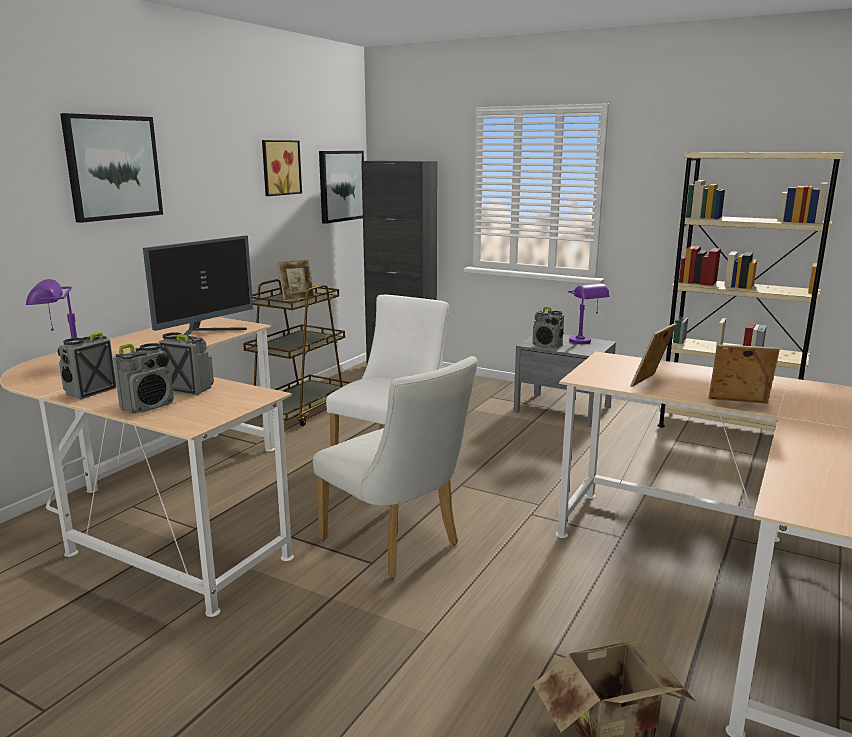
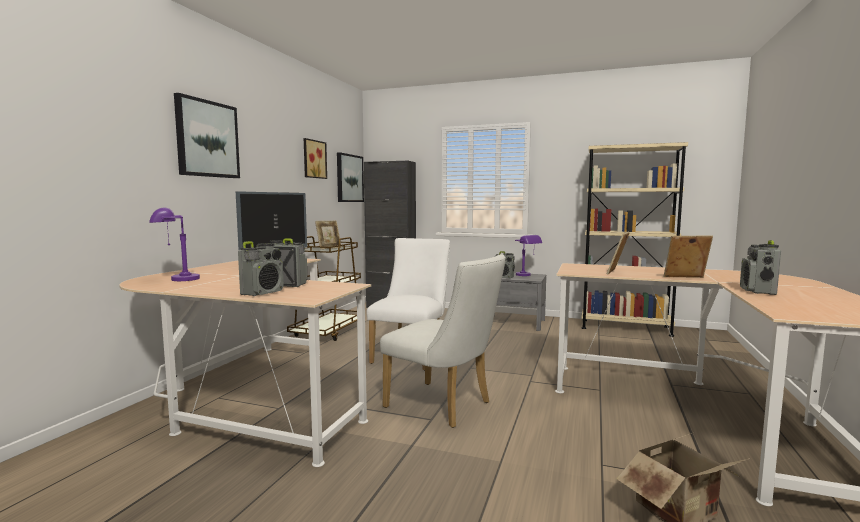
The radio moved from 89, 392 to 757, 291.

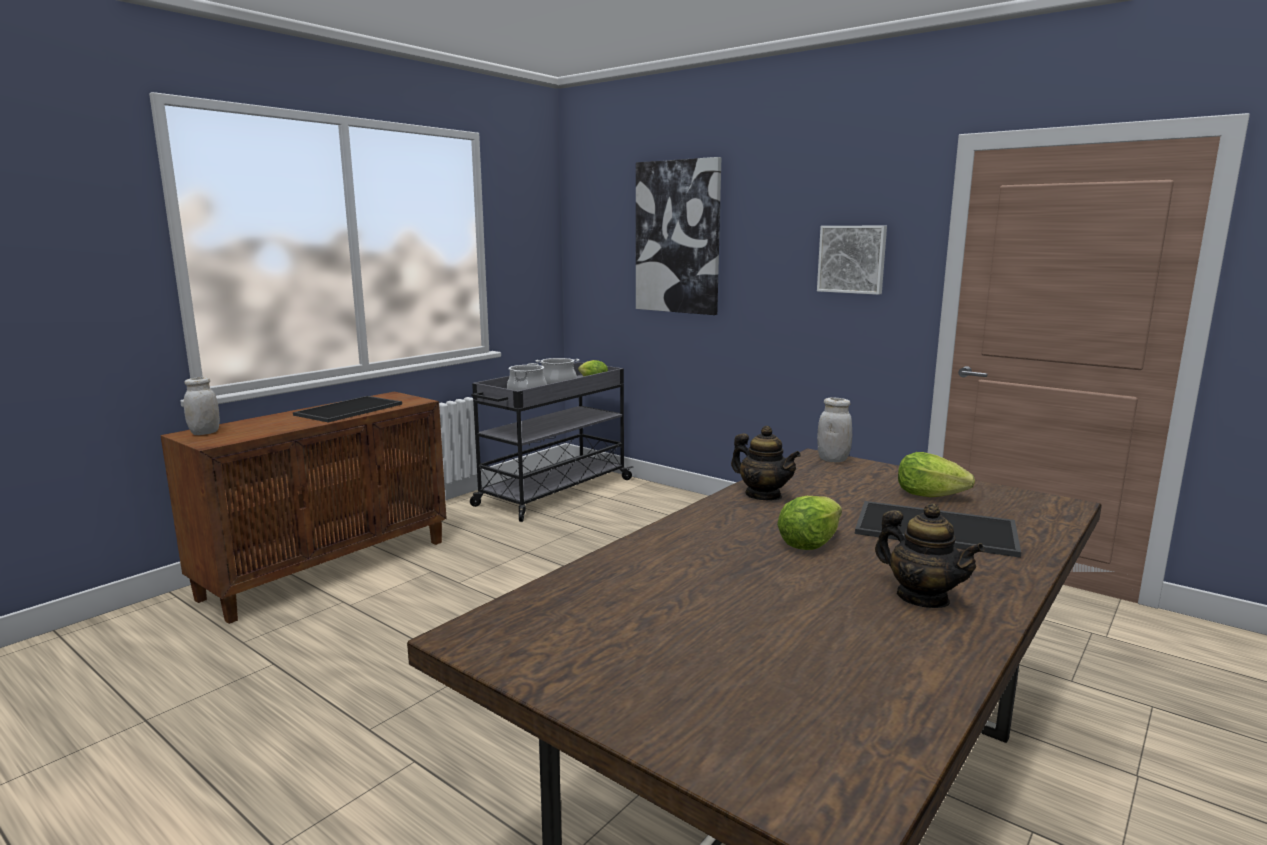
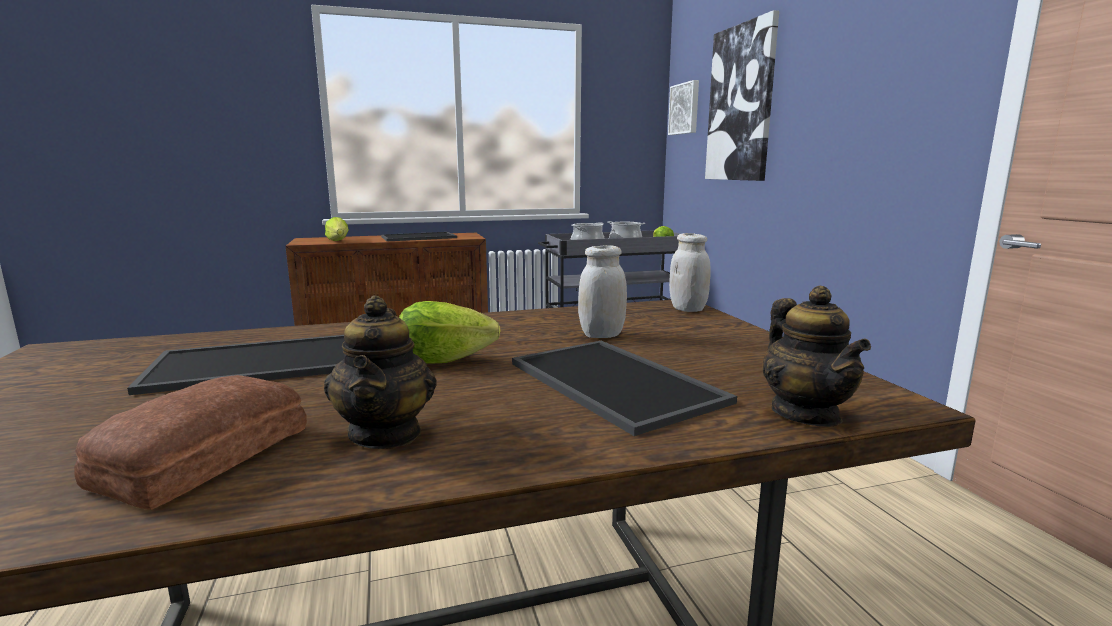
The bread at 200, 457 appeared.
The tray at 255, 364 appeared.
The lettuce moved from 928, 495 to 338, 241.
The white jar moved from 205, 433 to 601, 335.
The picture moved from 852, 259 to 685, 109.
The teapot moved from 763, 495 to 806, 414.

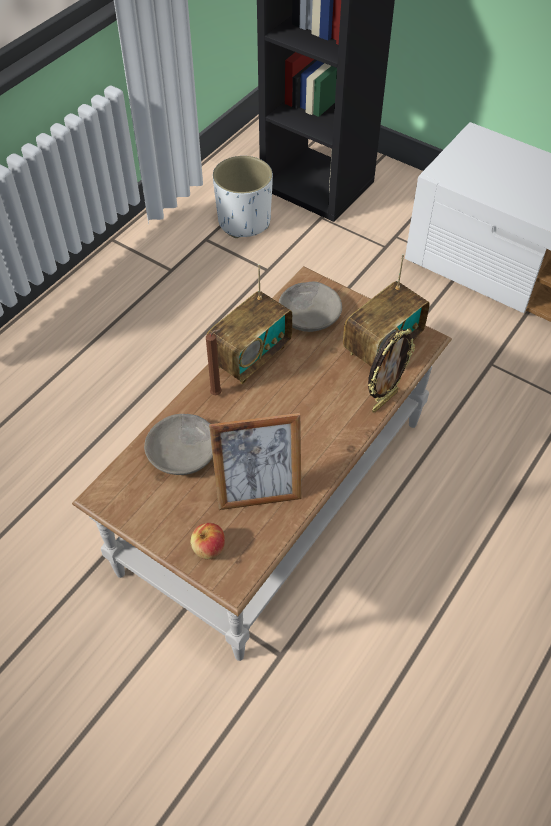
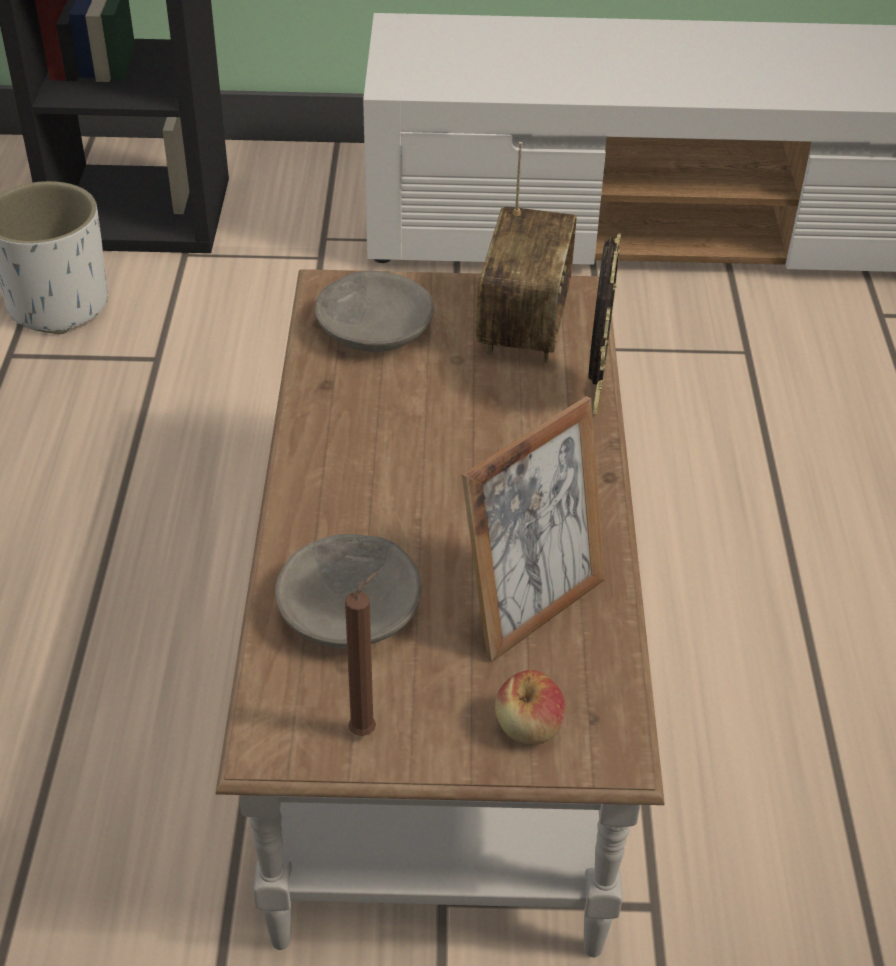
The brown candle moved from 218, 393 to 366, 730.
The radio at 250, 356 disappeared.

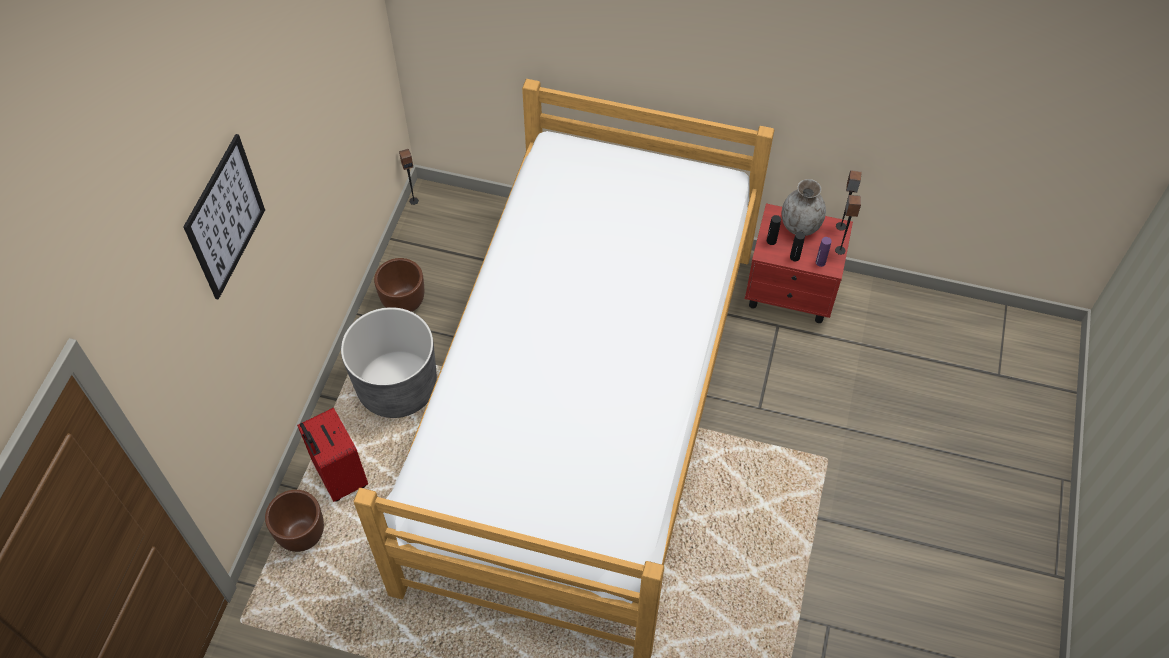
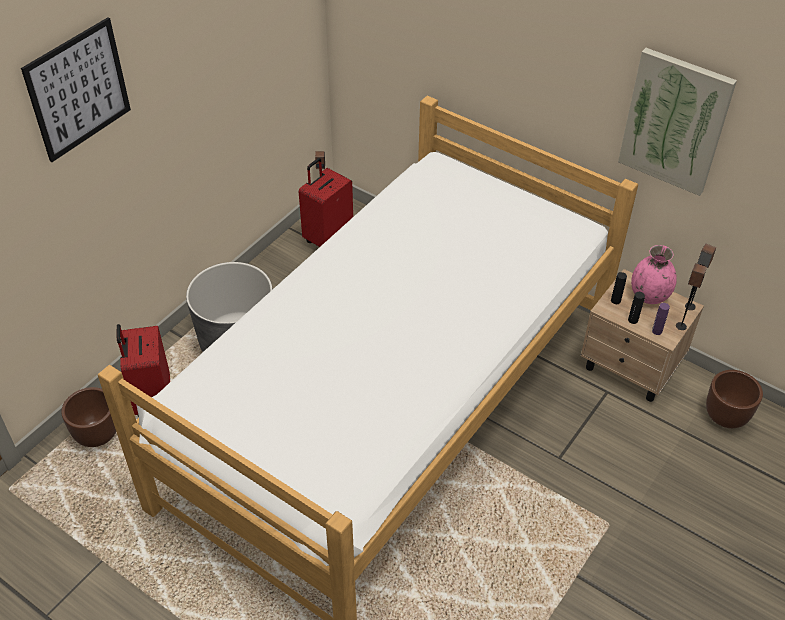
The red suitcase at 327, 238 appeared.
The red nightstand at 791, 293 became the beige nightstand at 631, 368.
The picture at 675, 121 appeared.
The grey vase at 799, 226 became the pink vase at 649, 295.
The brown planter moved from 404, 301 to 726, 416.

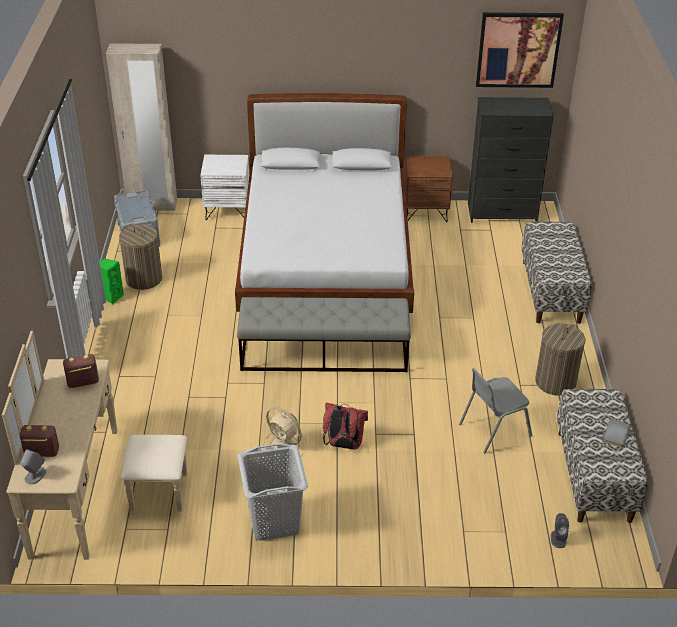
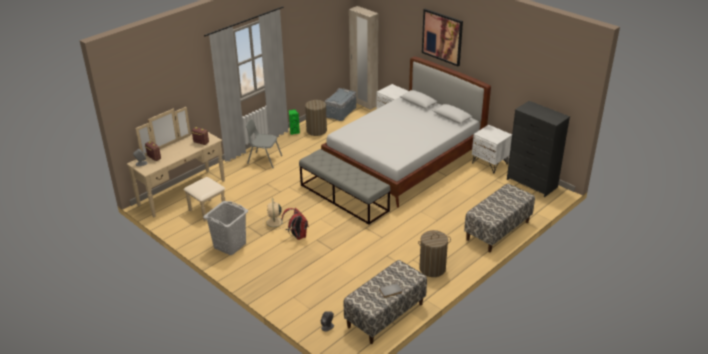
The grey chair moved from 493, 429 to 264, 159.
The picture moved from 518, 49 to 442, 37.
The brown nightstand at 425, 211 became the white nightstand at 490, 163.

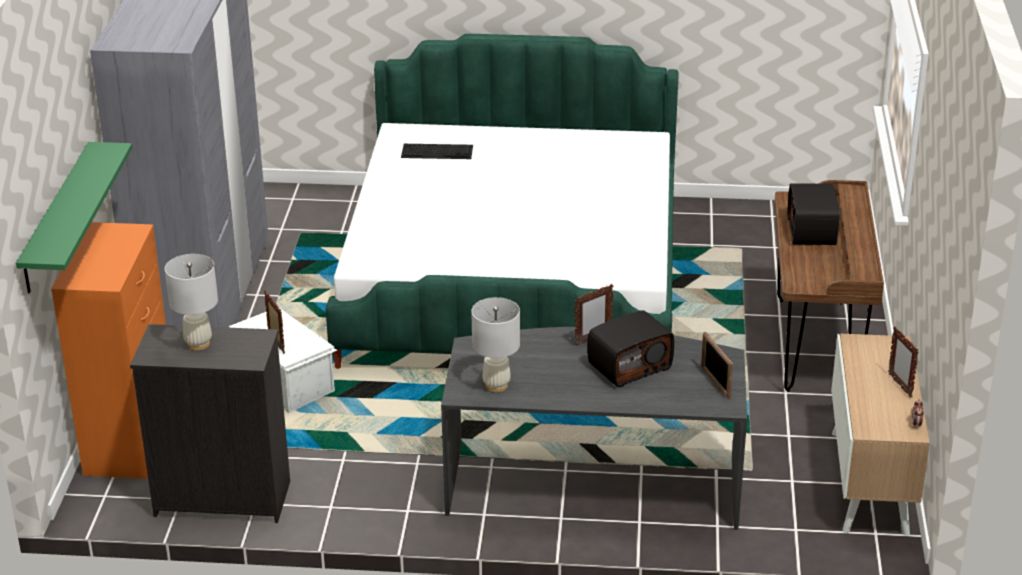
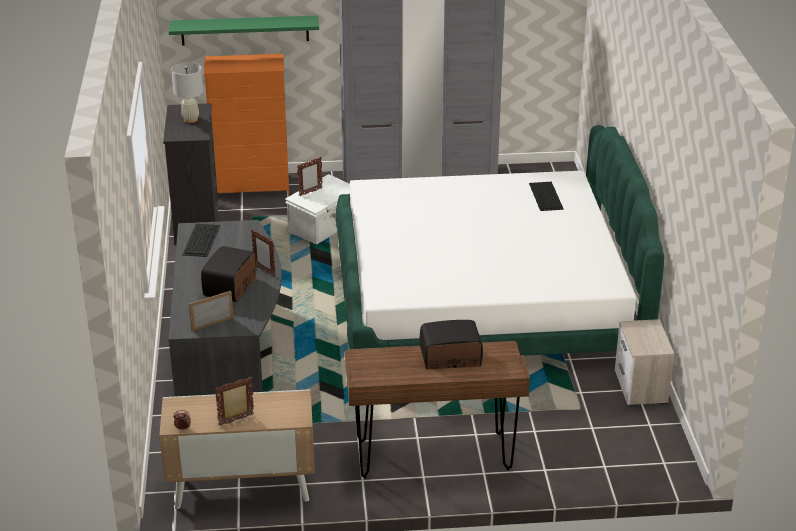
The white table lamp at 496, 385 was replaced by the keyboard at 201, 239.
The radio at 629, 365 turned 60 degrees clockwise.
The nightstand at 640, 388 appeared.

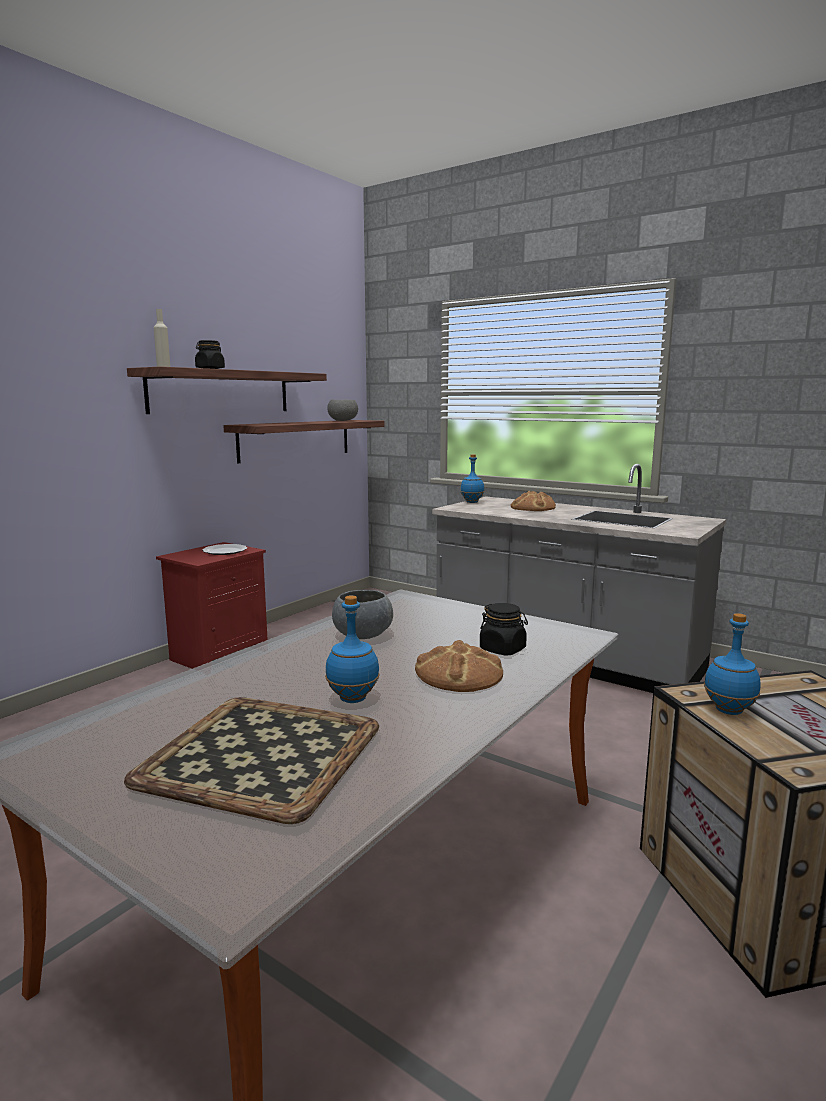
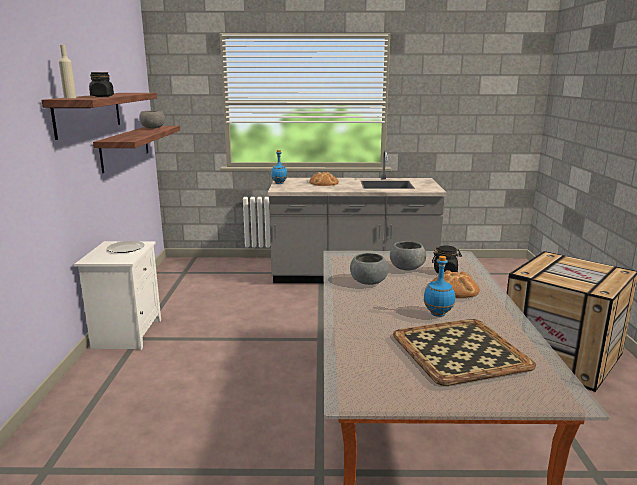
The red nightstand at 219, 655 became the white nightstand at 127, 333.
The grey bowl at 406, 268 appeared.
The blue bottle at 729, 710 disappeared.

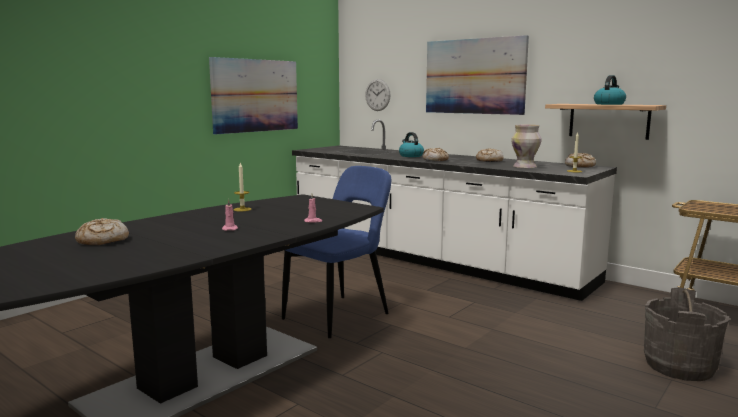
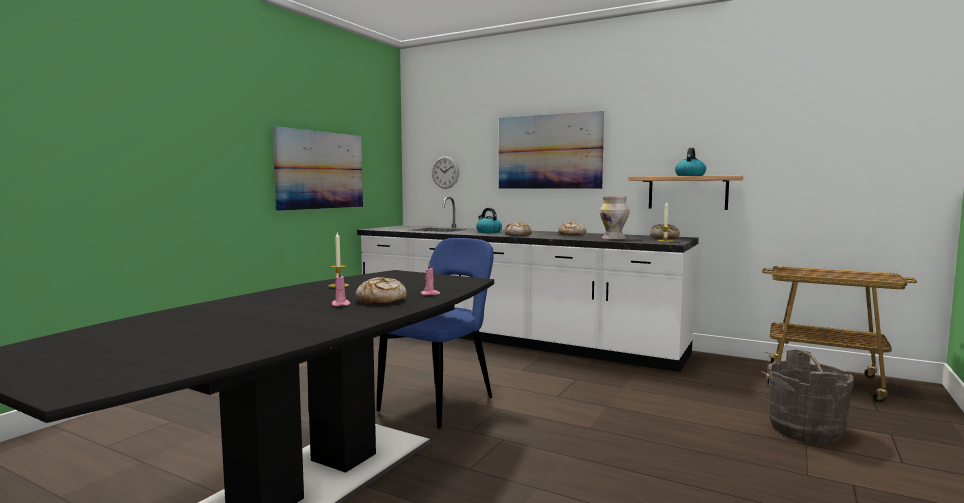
The bread moved from 102, 241 to 381, 300.

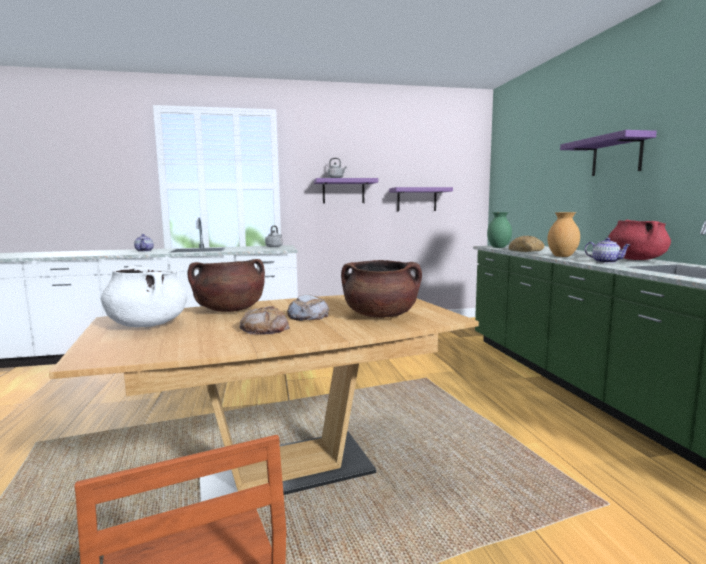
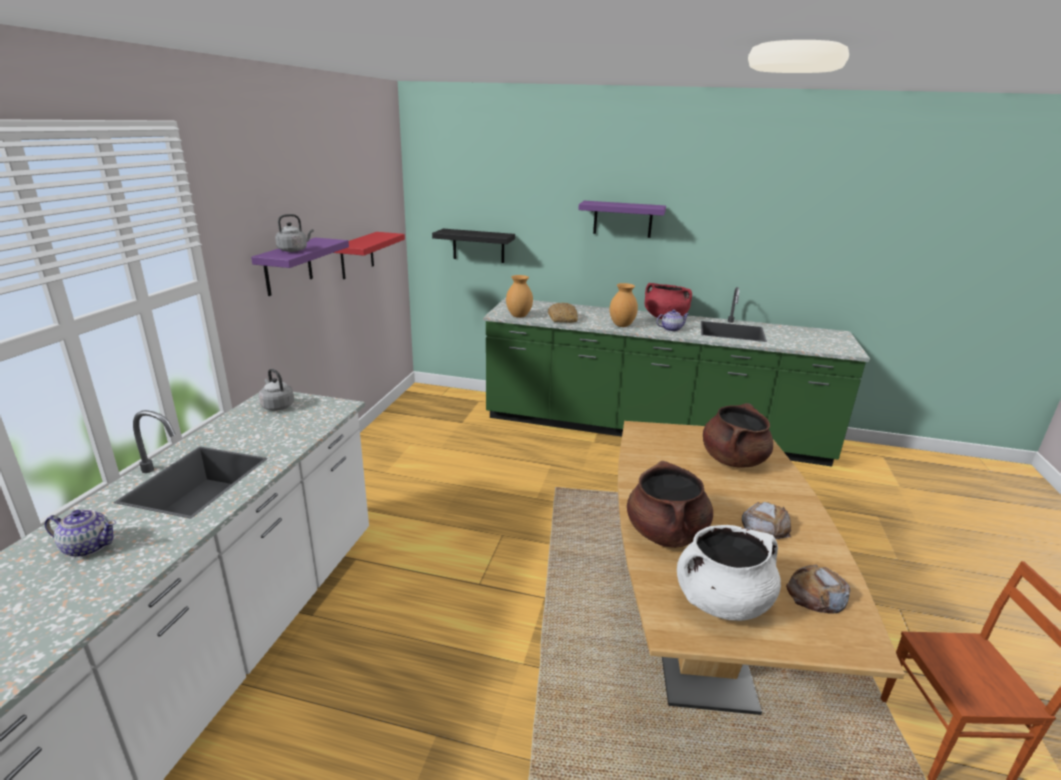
The purple shelf at 416, 199 became the red shelf at 357, 255.
The black shelf at 478, 246 appeared.
The green vase at 499, 247 became the brown vase at 519, 316.
The bread moved from 308, 315 to 816, 594.

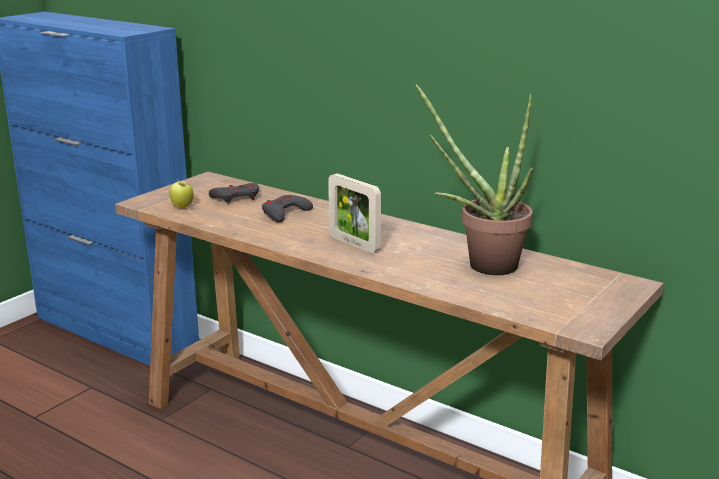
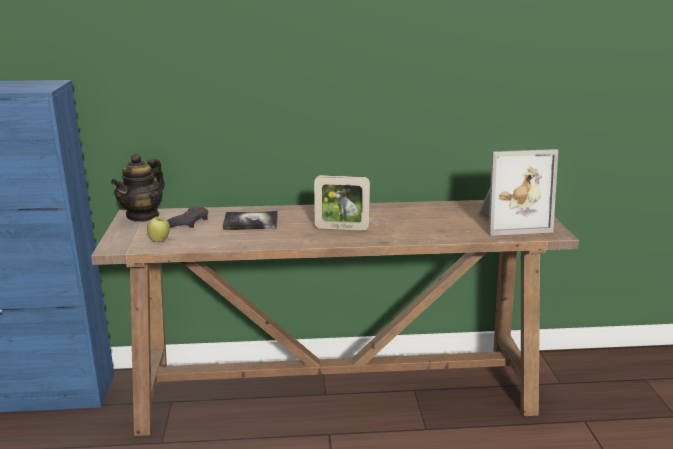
The teapot at 143, 216 appeared.
The grey game controller at 285, 213 was replaced by the book at 251, 222.
The picture frame at 510, 222 appeared.
The potted plant at 482, 264 disappeared.

